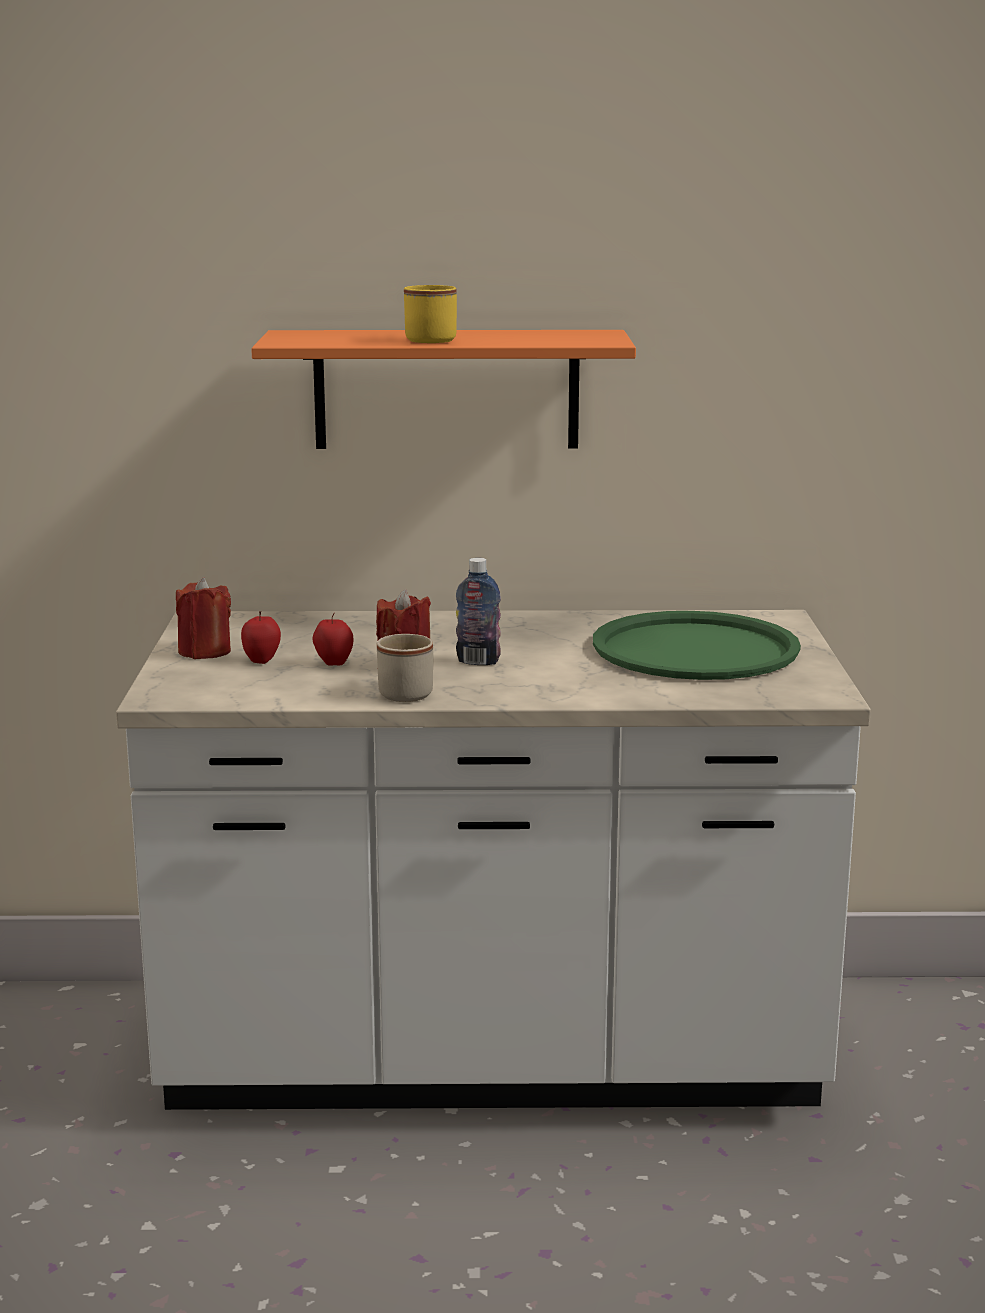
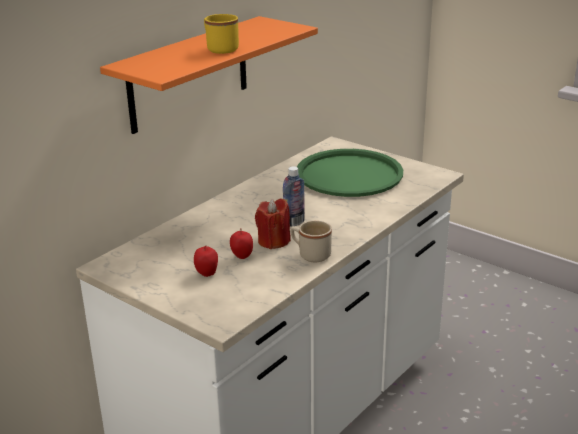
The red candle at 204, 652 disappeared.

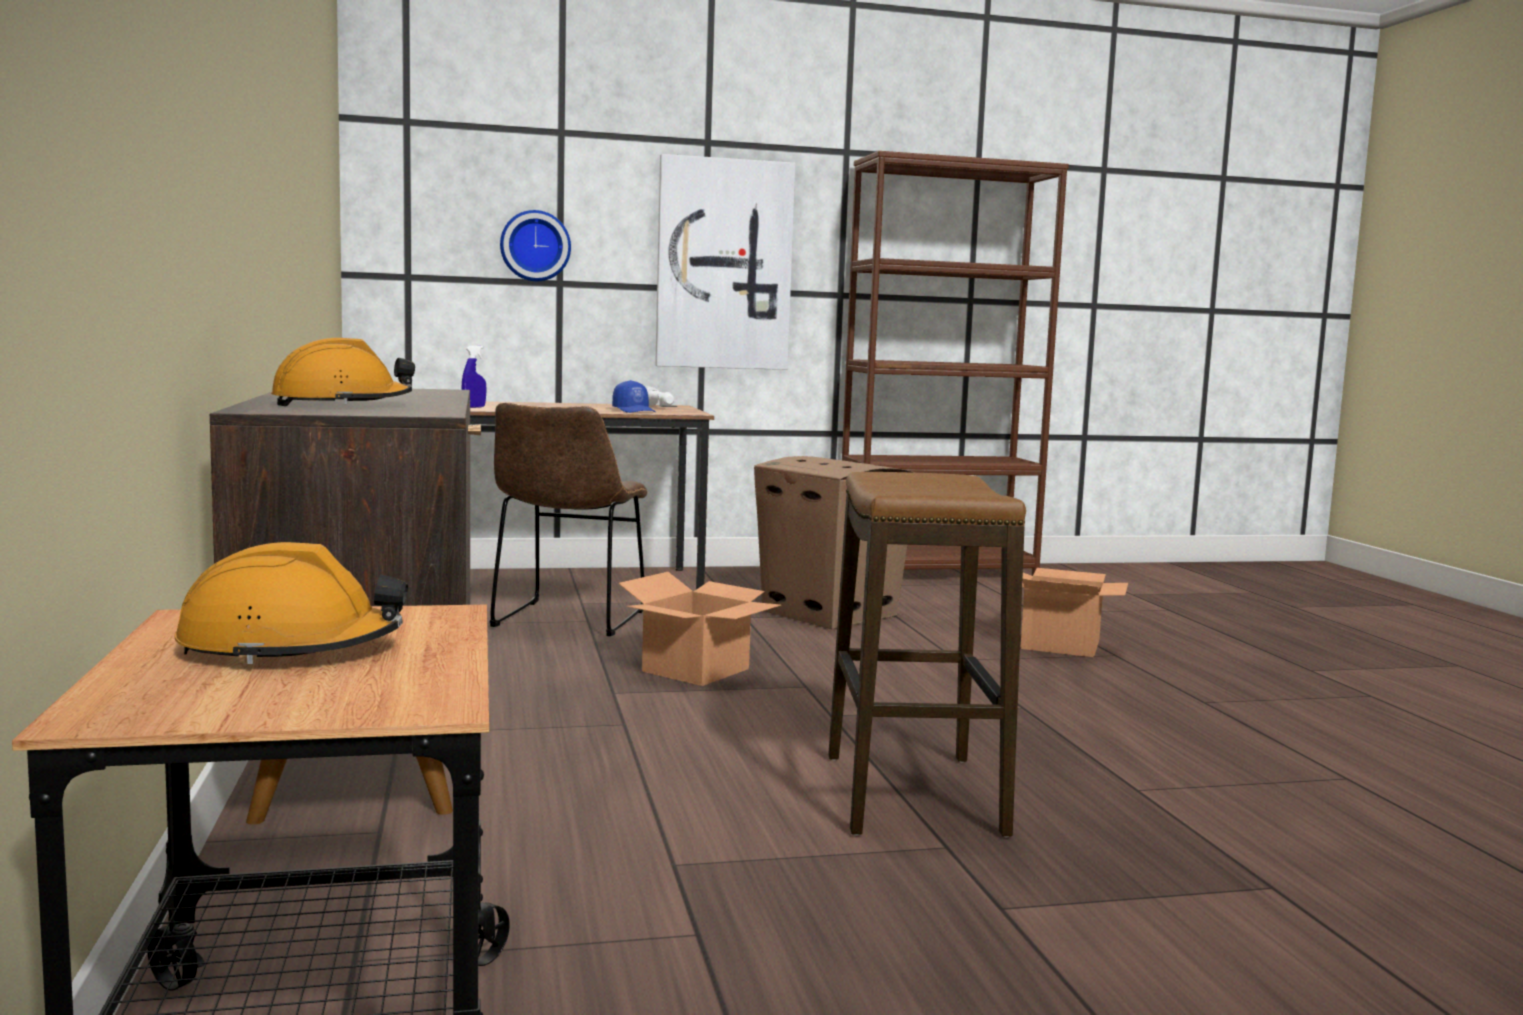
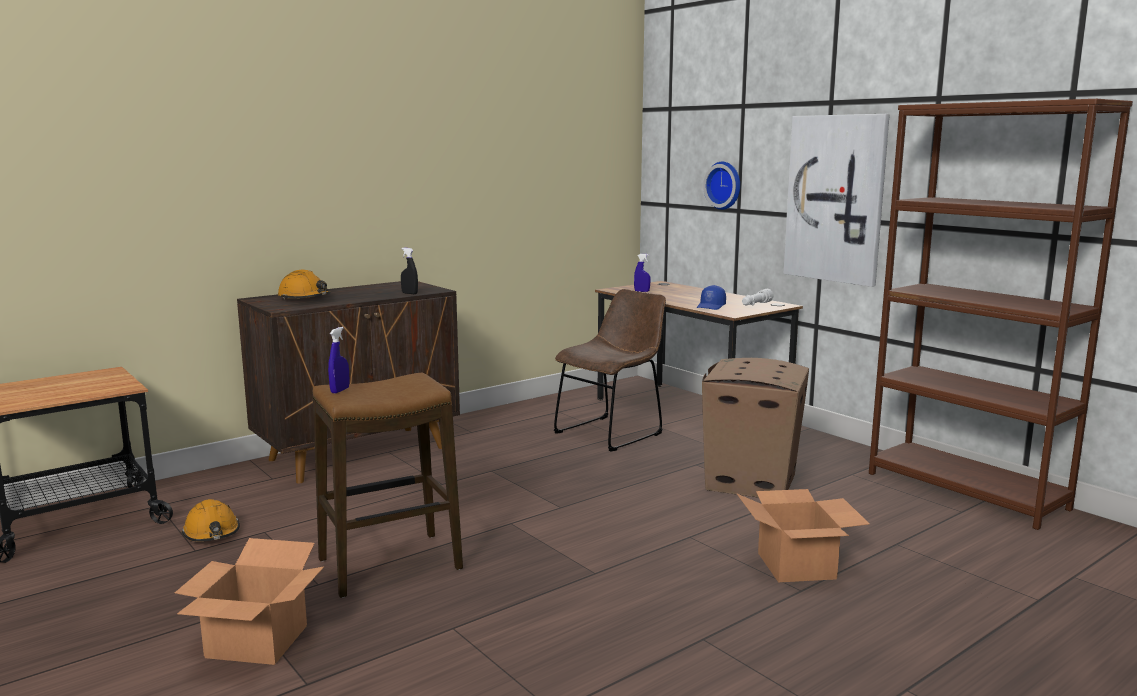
The cardboard box moved from 696, 669 to 258, 641.
The orange hard hat moved from 290, 648 to 212, 533.
The blue spray bottle at 340, 390 appeared.
The black spray bottle at 409, 293 appeared.
The brown chair at 567, 621 turned 150 degrees clockwise.

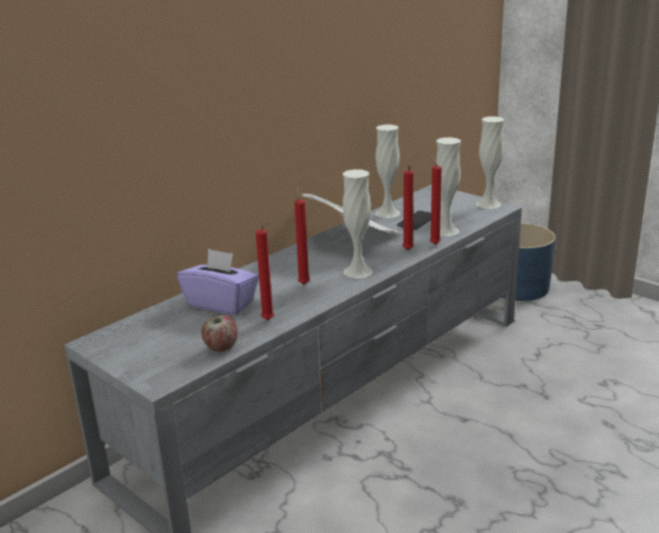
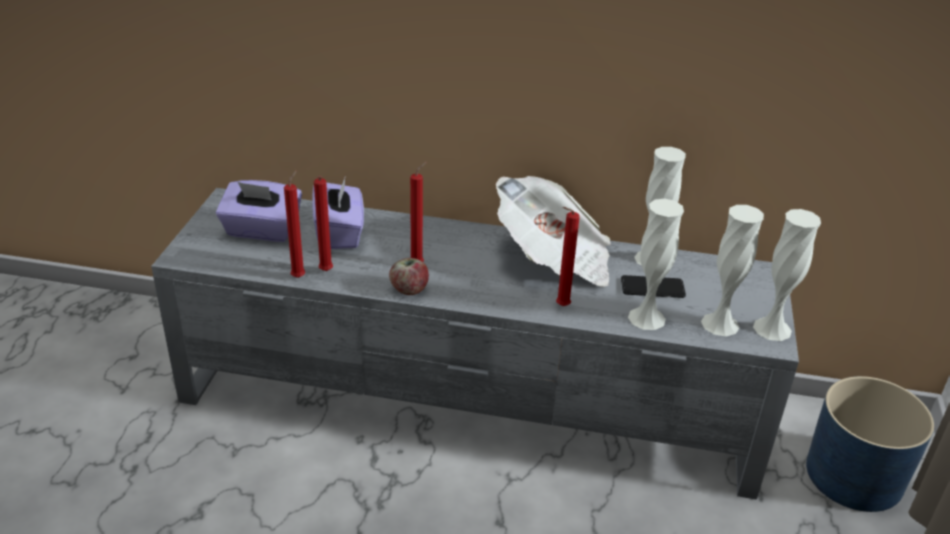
The purple tissue box at 262, 231 appeared.
The red candle moved from 434, 244 to 300, 276.
The apple moved from 221, 347 to 409, 289.
The white vase moved from 358, 271 to 720, 324.

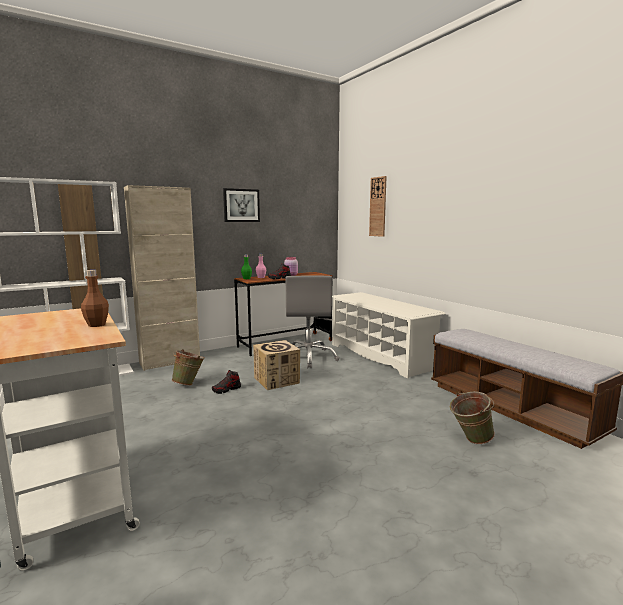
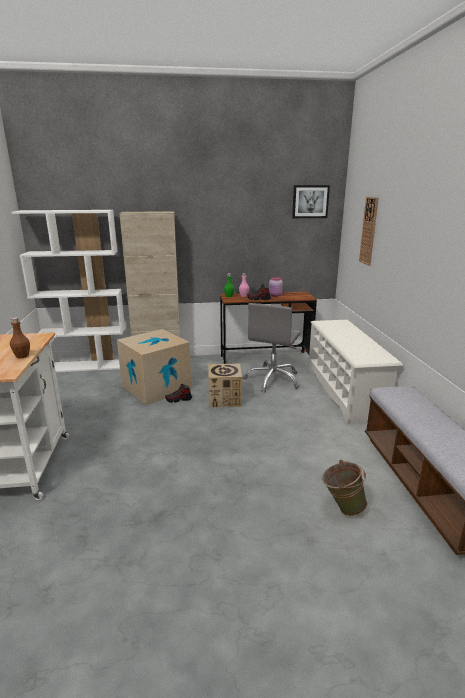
The green bucket at 189, 384 was replaced by the cardboard box at 156, 387.
The picture moved from 241, 205 to 310, 201.

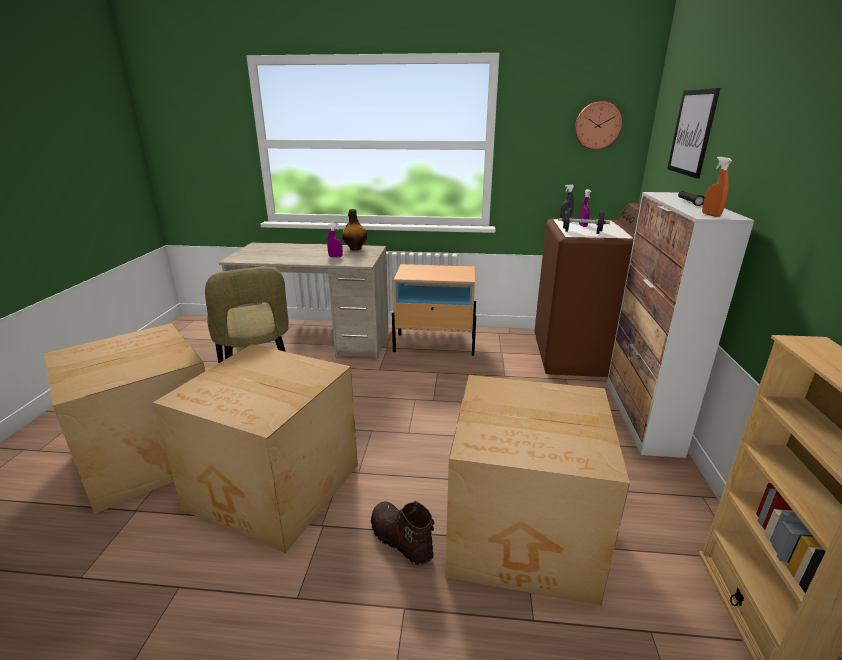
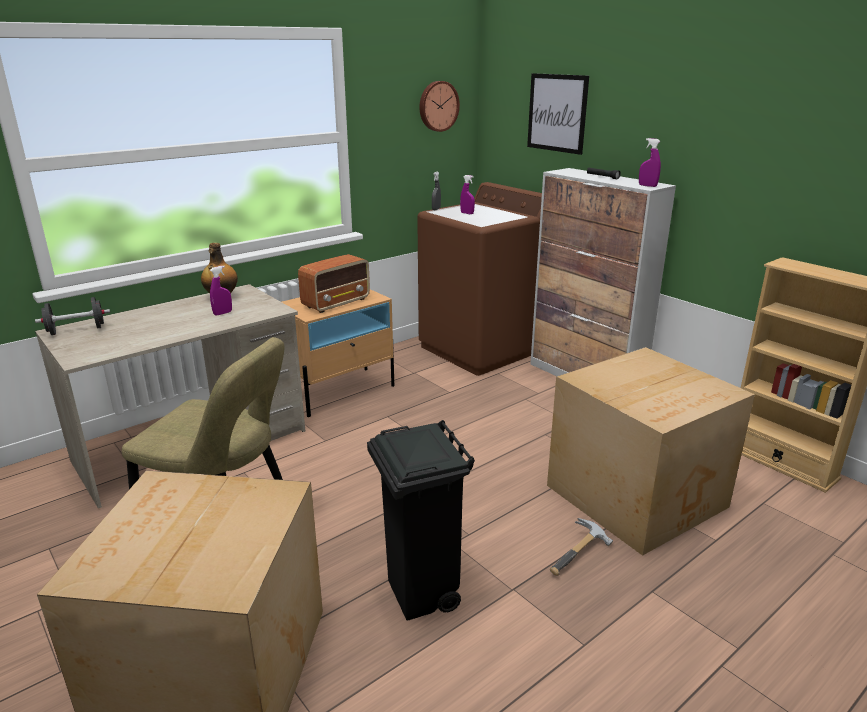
The black dumbbell moved from 582, 232 to 76, 330.
The radio at 337, 303 appeared.
The cardboard box at 275, 488 was replaced by the black trash can at 422, 595.
The brown boot at 400, 540 was replaced by the hammer at 581, 556.
The orange spray bottle at 711, 215 became the purple spray bottle at 647, 186.

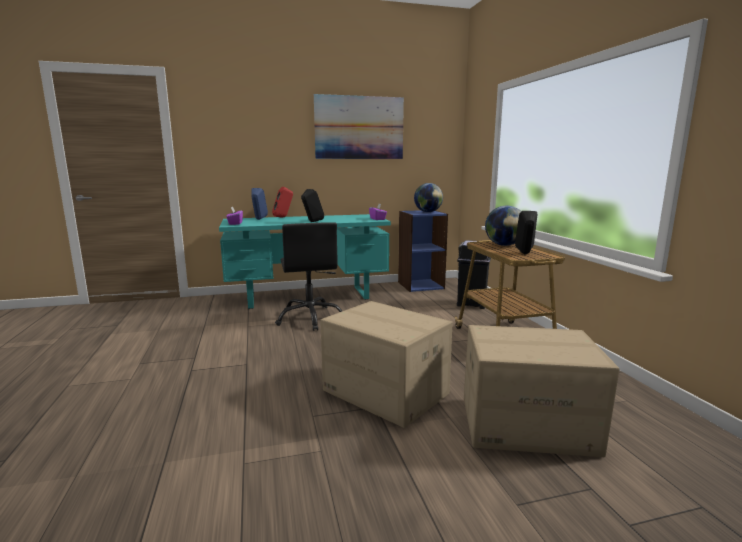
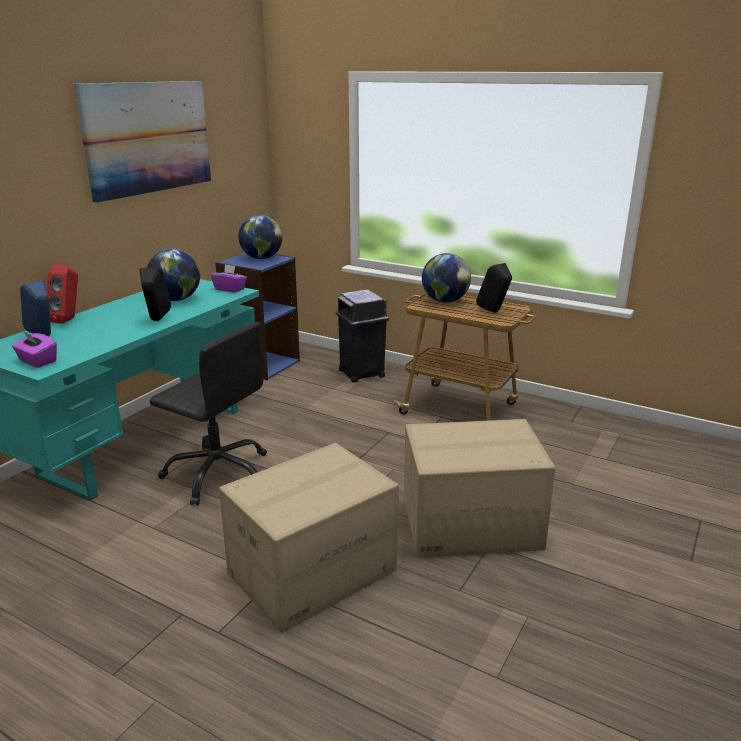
The globe at 176, 299 appeared.
The cardboard box moved from 527, 424 to 312, 571.

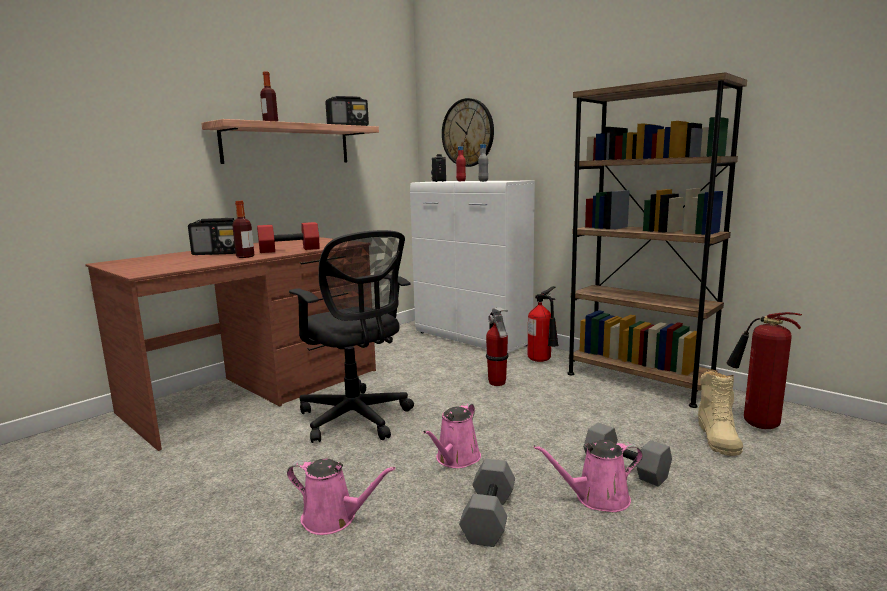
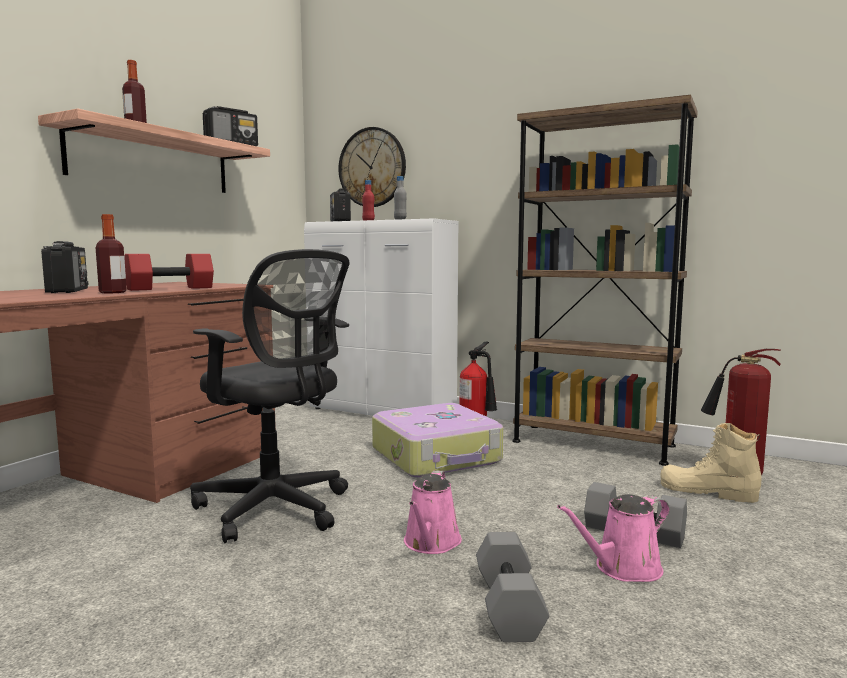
The radio at 220, 253 turned 90 degrees counterclockwise.
The fire extinguisher at 497, 383 was replaced by the suitcase at 437, 456.
The beige boot at 718, 437 turned 120 degrees clockwise.
The pink watering can at 333, 518 disappeared.

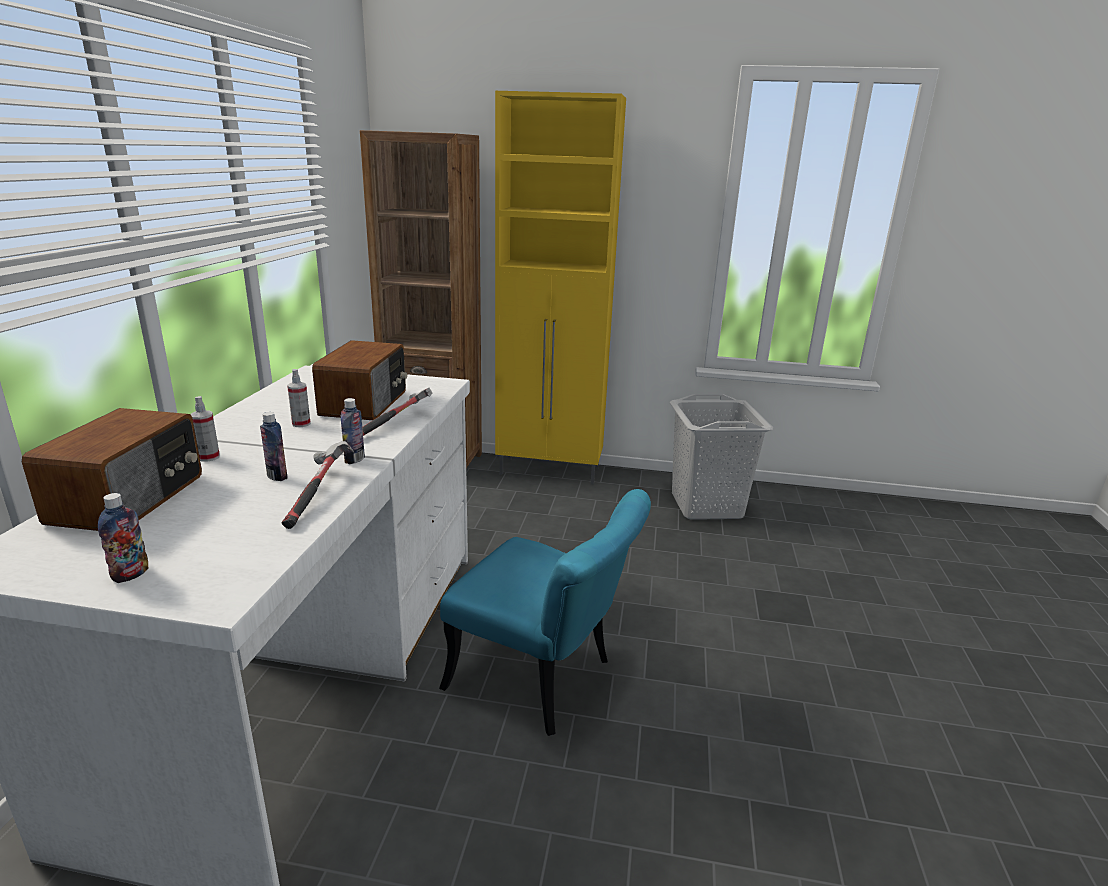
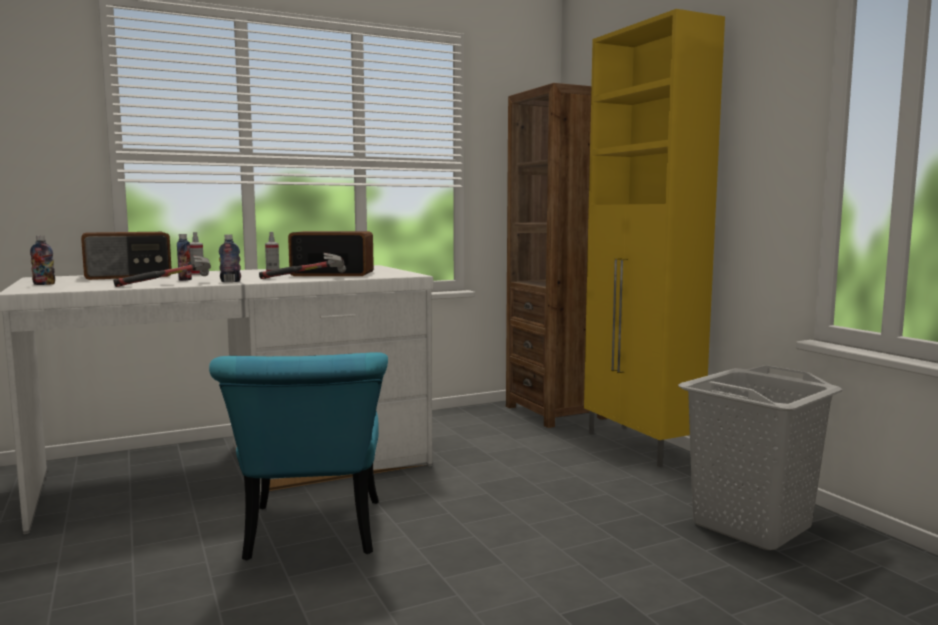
The radio at 366, 403 turned 150 degrees counterclockwise.

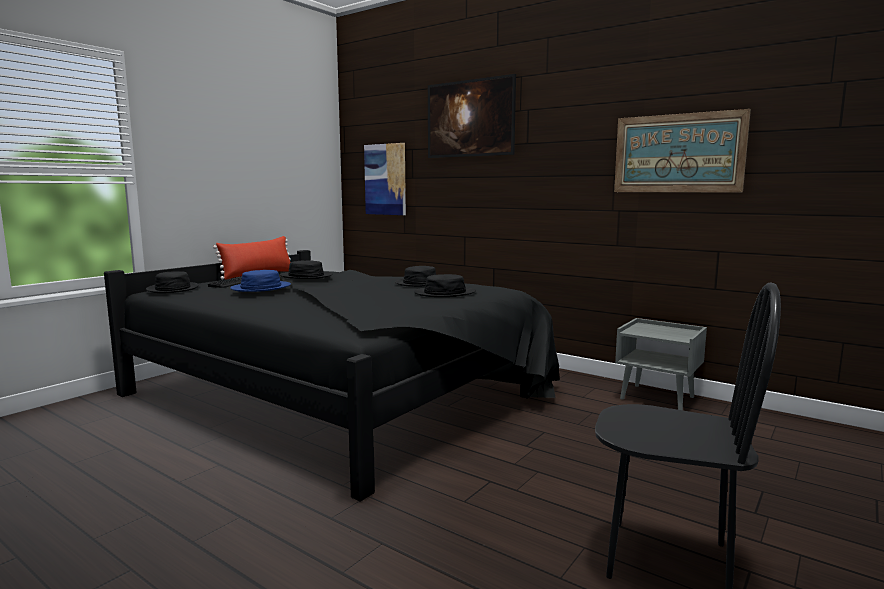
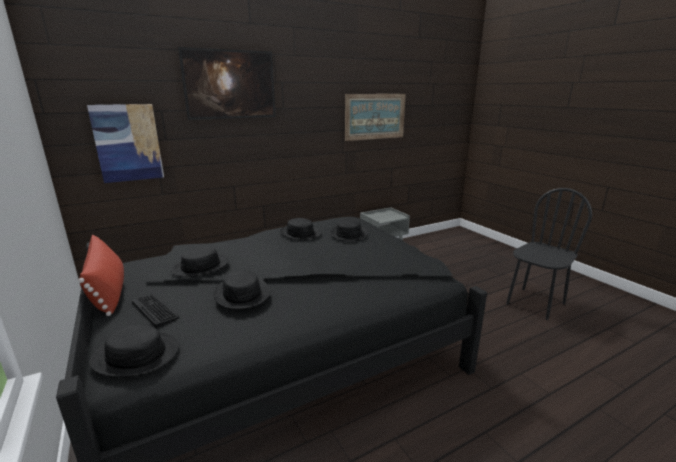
The blue hat at 261, 288 became the black hat at 242, 293.

